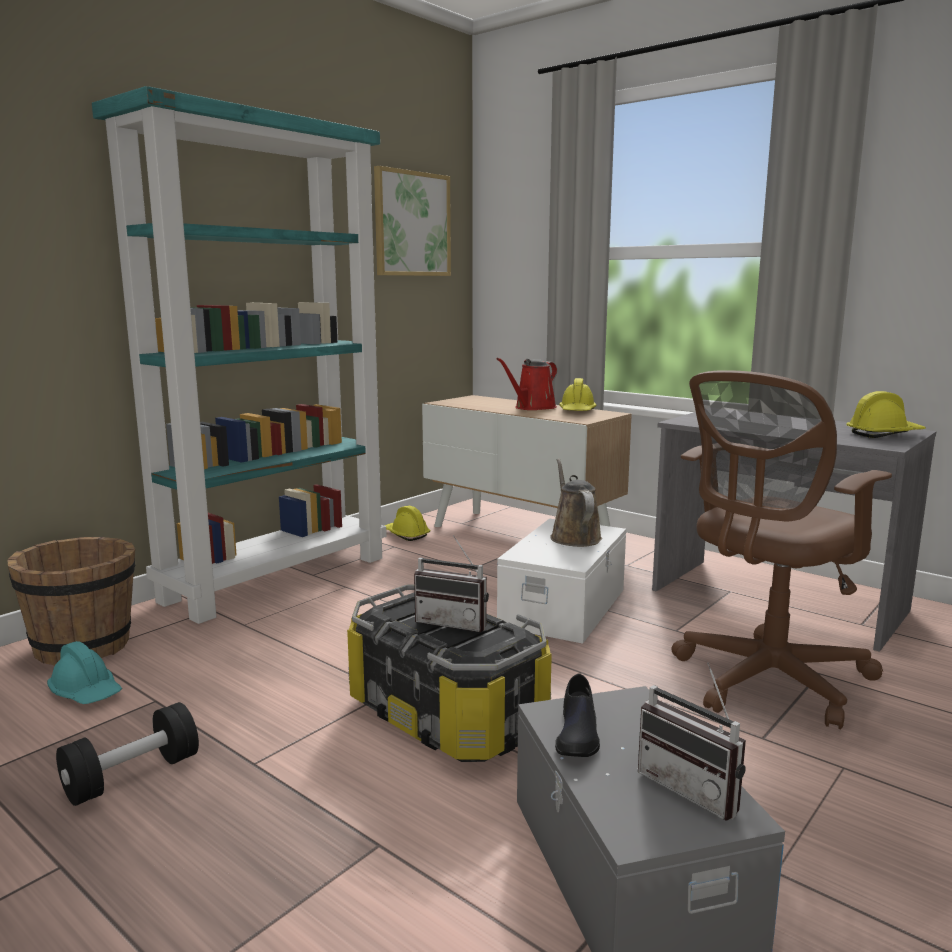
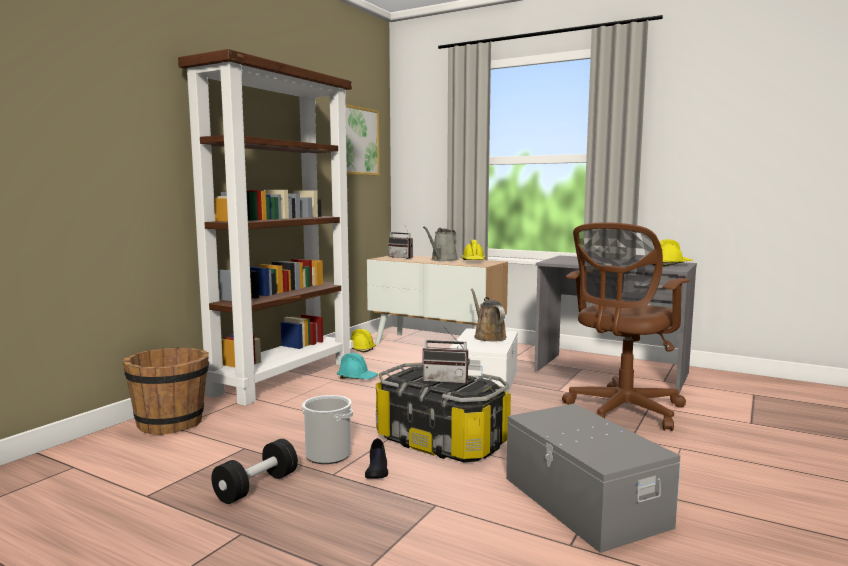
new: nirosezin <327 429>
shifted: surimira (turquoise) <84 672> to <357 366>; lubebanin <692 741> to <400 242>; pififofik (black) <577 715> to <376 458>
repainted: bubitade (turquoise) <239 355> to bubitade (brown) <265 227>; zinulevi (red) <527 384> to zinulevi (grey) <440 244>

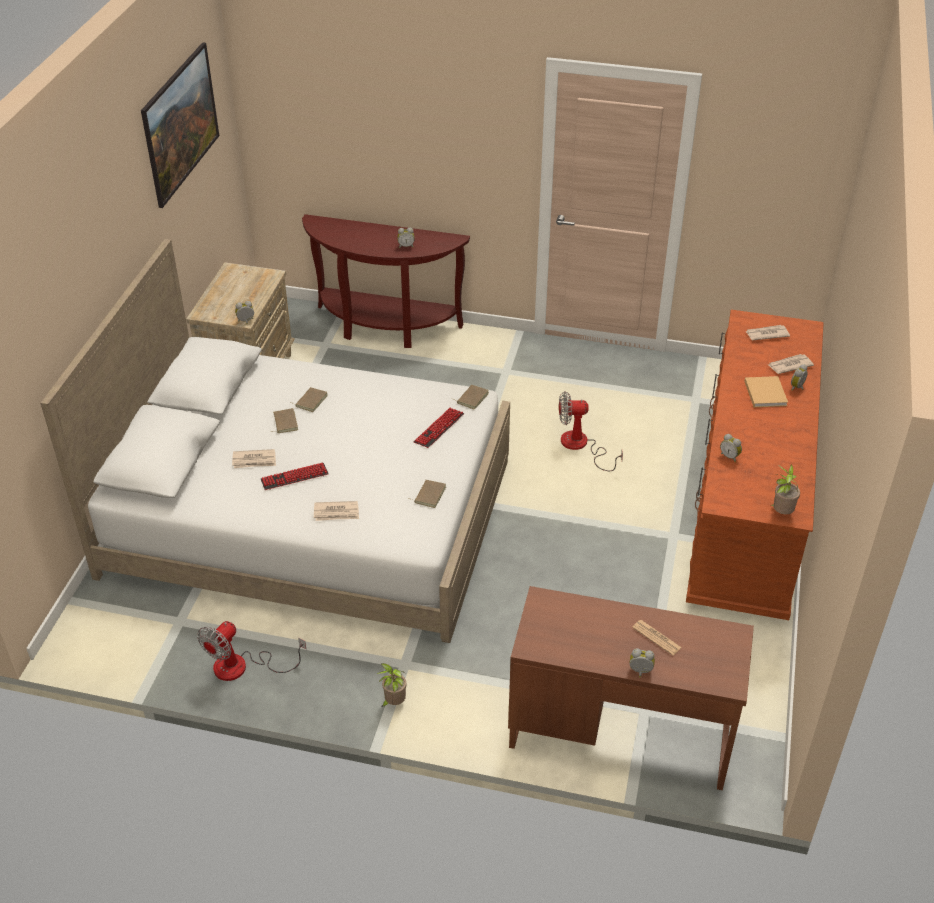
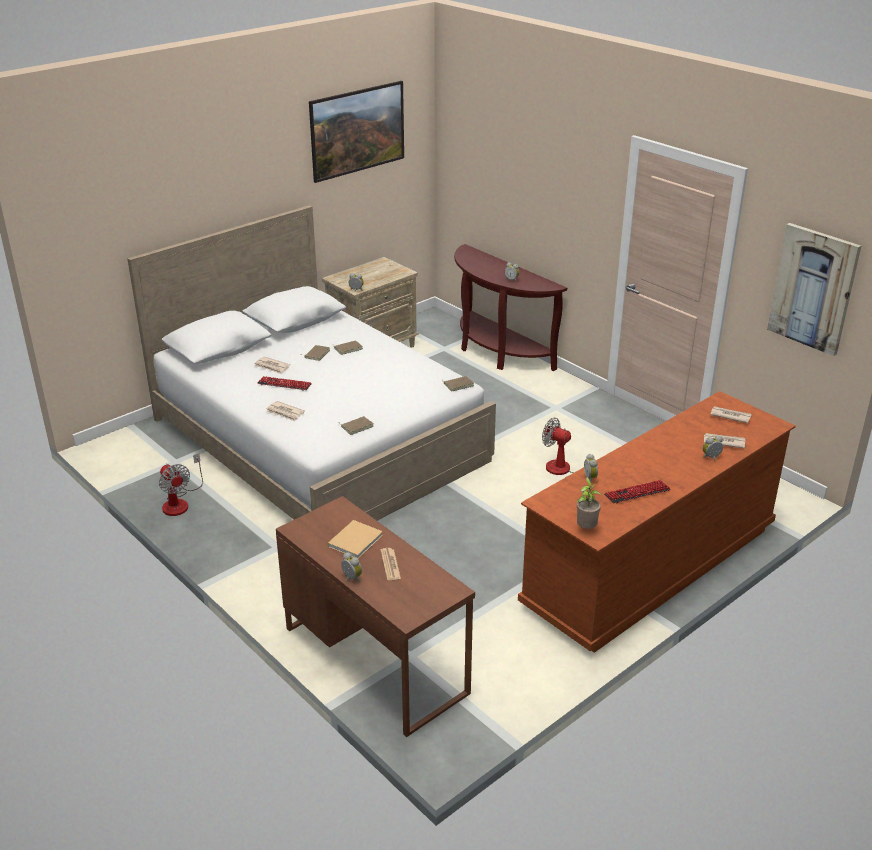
gone: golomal <391 685>
new: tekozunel <814 289>
shifted: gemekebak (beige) <766 391> to <355 539>; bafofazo <438 428> to <637 492>
rotated: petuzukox <251 651> = <181 484> 105 degrees counterclockwise

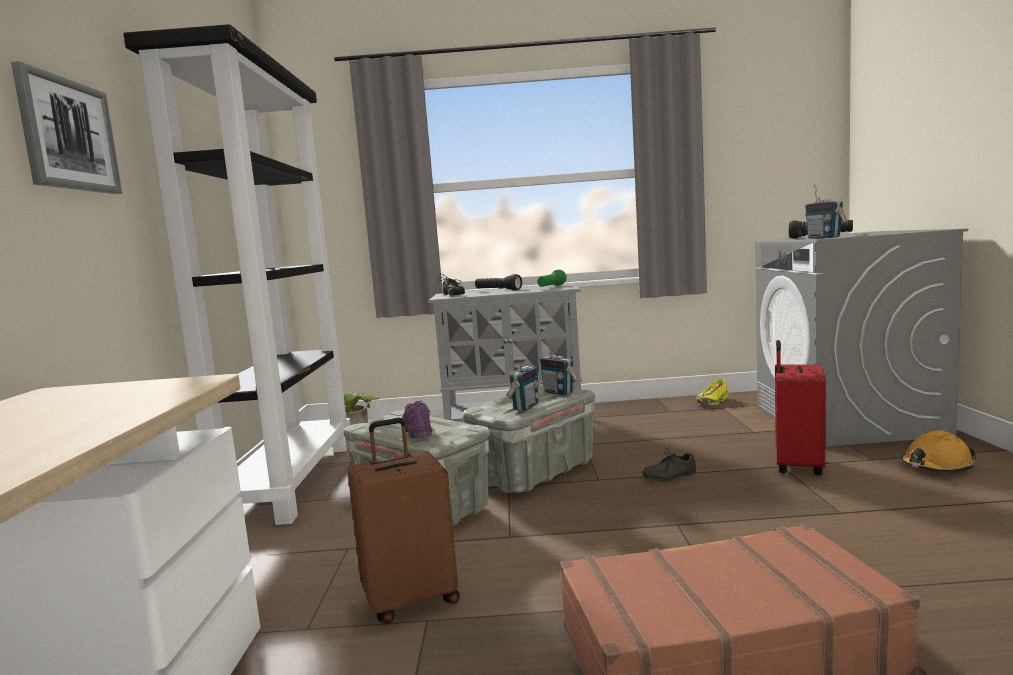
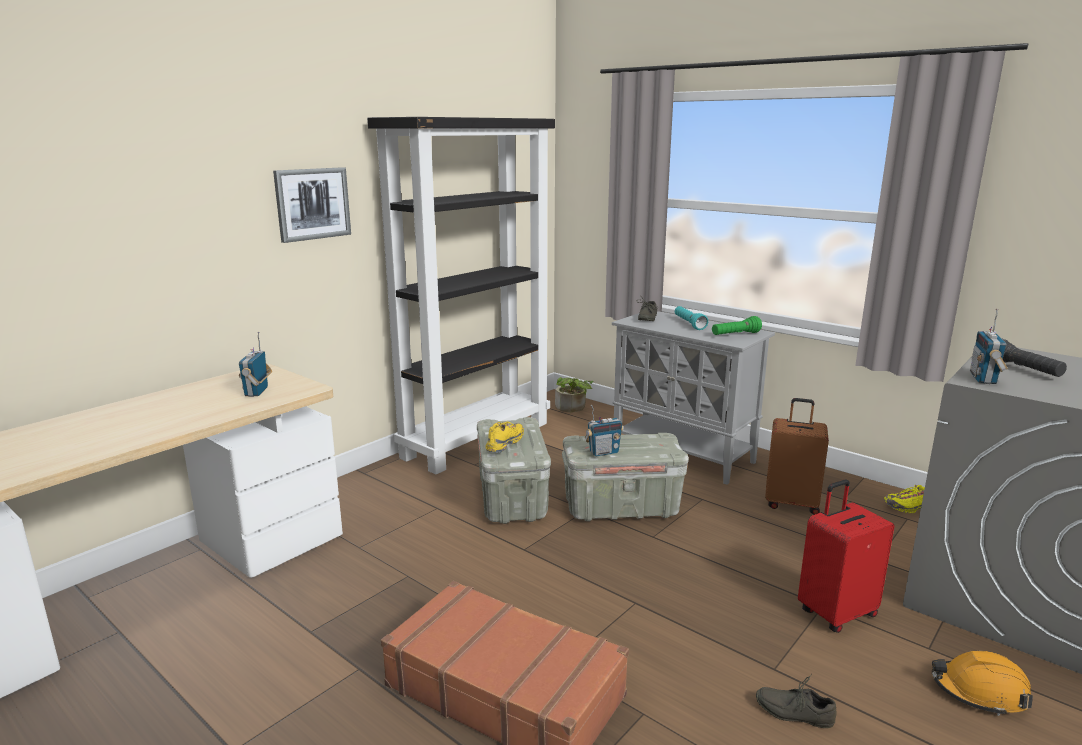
shifted: lubebanin <559 366> to <255 364>; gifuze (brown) <404 520> to <797 456>; pififofik (grey) <669 464> to <796 701>
repainted: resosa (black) <498 282> to resosa (turquoise) <691 318>; pififofik (purple) <417 419> to pififofik (yellow) <504 437>

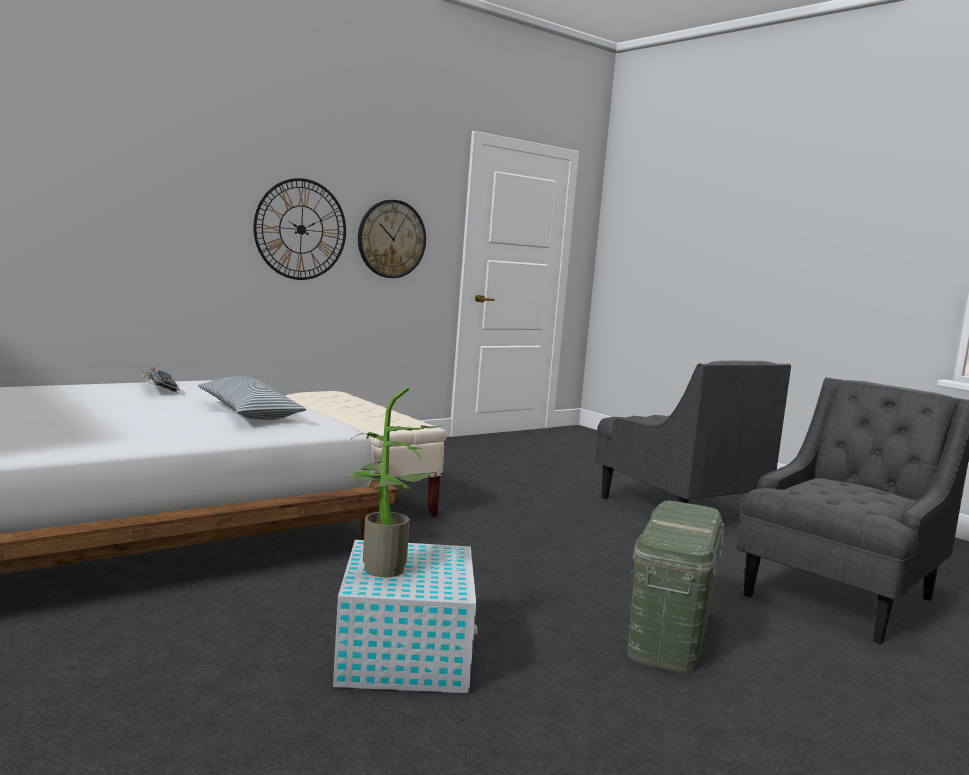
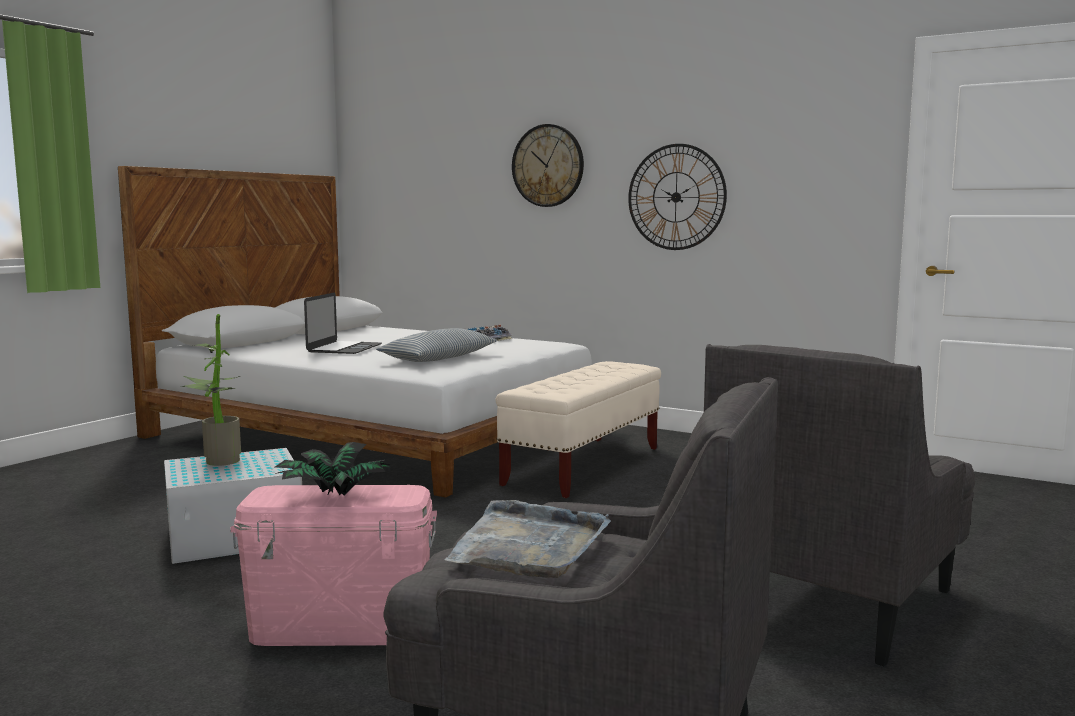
new: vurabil <343 323>; golomal <334 469>; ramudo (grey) <528 539>
shifted: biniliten <392 239> to <548 165>
repainted: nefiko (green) <675 587> to nefiko (pink) <333 565>

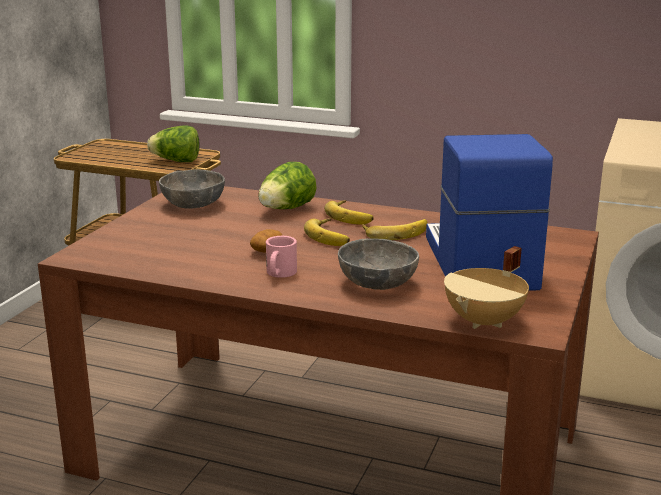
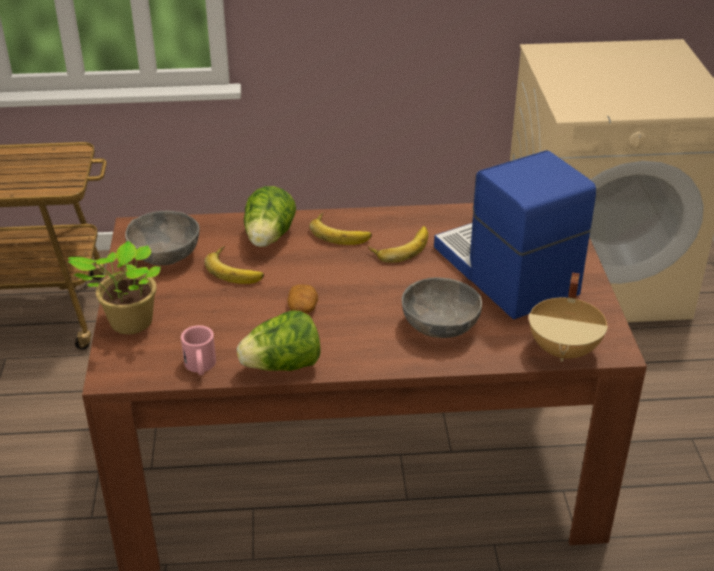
new: golomal <114 287>
shifted: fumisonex <173 144> to <279 341>; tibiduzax <327 232> to <234 265>; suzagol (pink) <281 257> to <198 350>

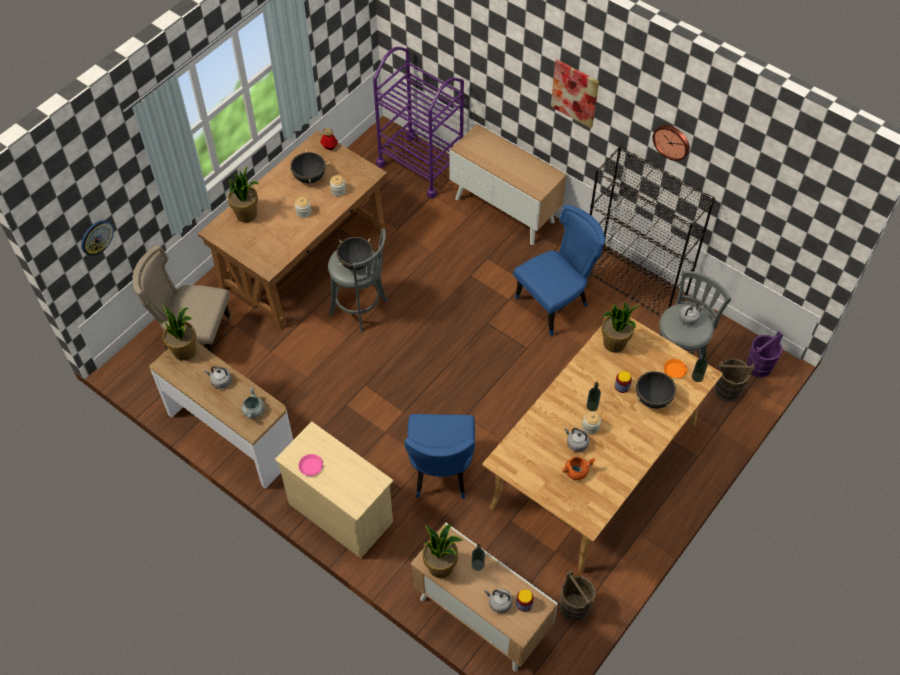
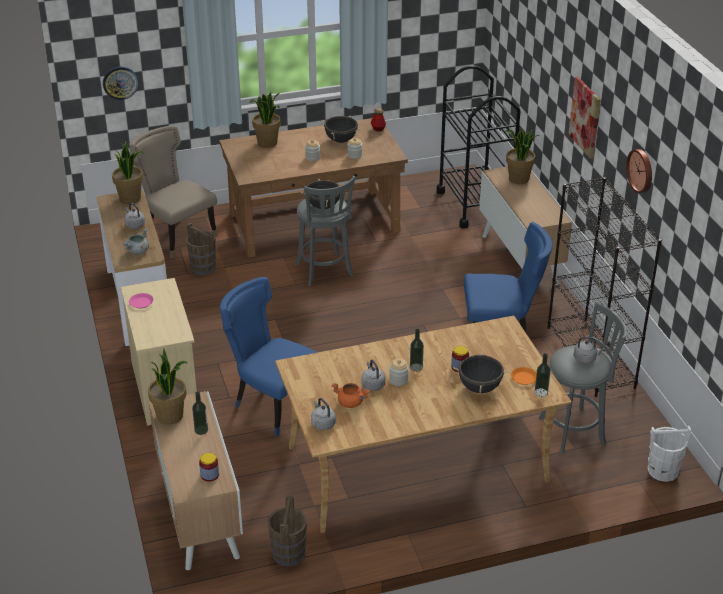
shifted: golomal <620 327> to <521 156>; nirosezin (brown) <735 380> to <201 249>; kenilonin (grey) <498 601> to <323 414>
repainted: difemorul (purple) <418 123> to difemorul (black) <478 147>; nirosezin (purple) <765 354> to nirosezin (white) <669 454>
rotated: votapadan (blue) <440 456> = <269 356> 90 degrees clockwise

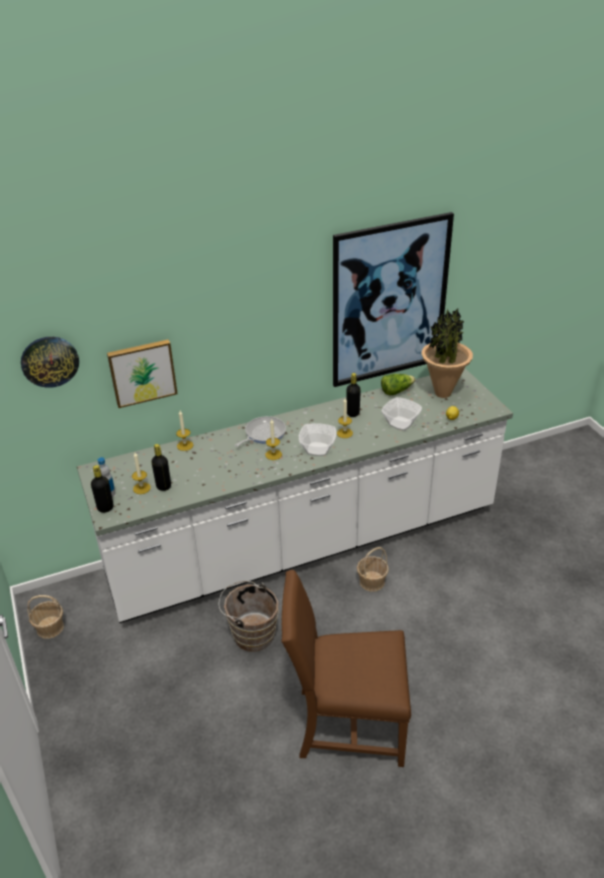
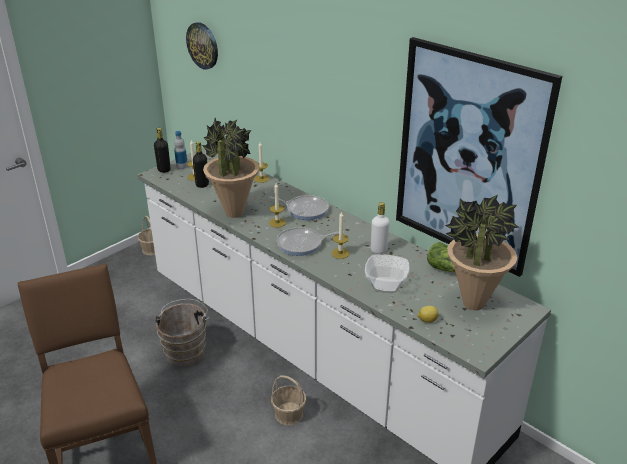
gone: tekozunel <142 374>
new: golomal <230 168>
swapped: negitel <317 439> to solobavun <308 241>
repainted: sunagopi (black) <353 395> to sunagopi (white) <380 228>

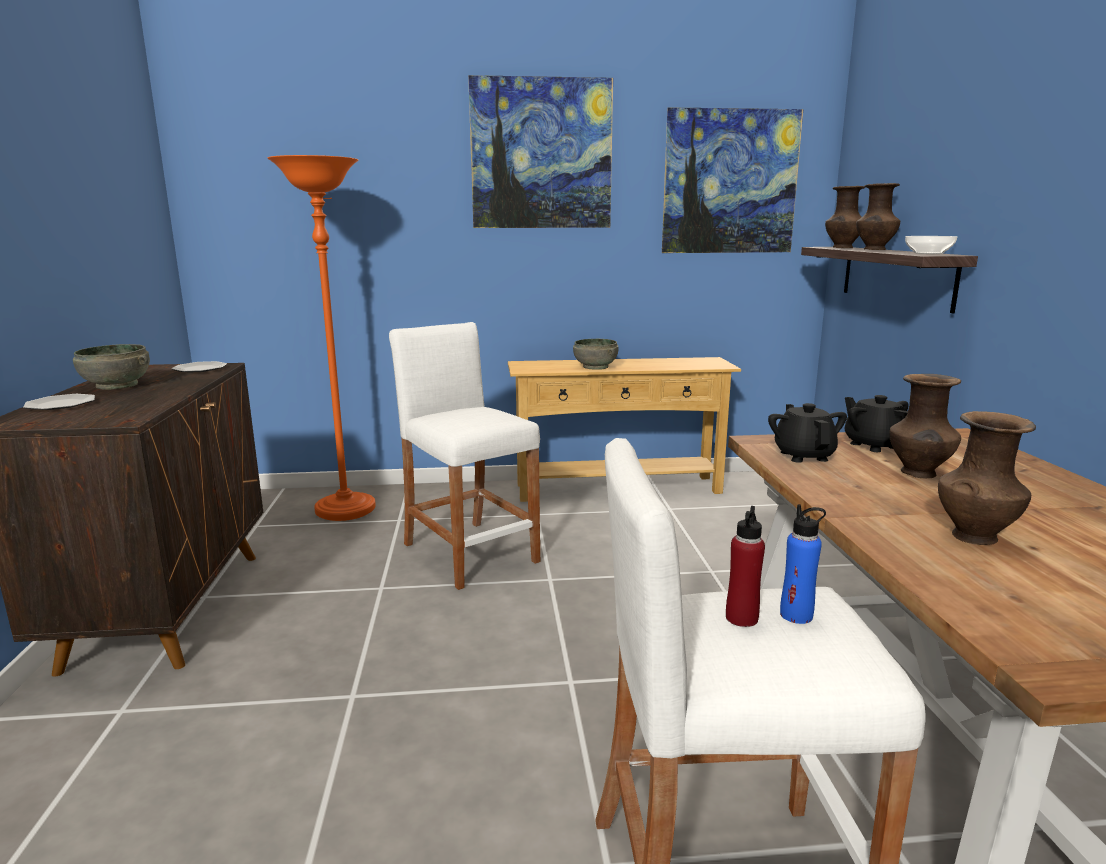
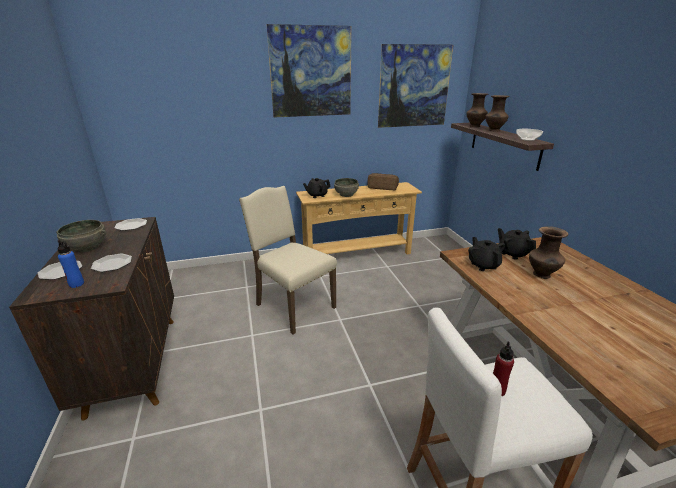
gone: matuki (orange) <322 338>; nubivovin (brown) <987 478>
new: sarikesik <383 181>; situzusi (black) <316 188>; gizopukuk <111 262>
shifted: sunagopi (blue) <803 564> to <70 264>
swapped: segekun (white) <464 456> to votapadan (beige) <288 260>

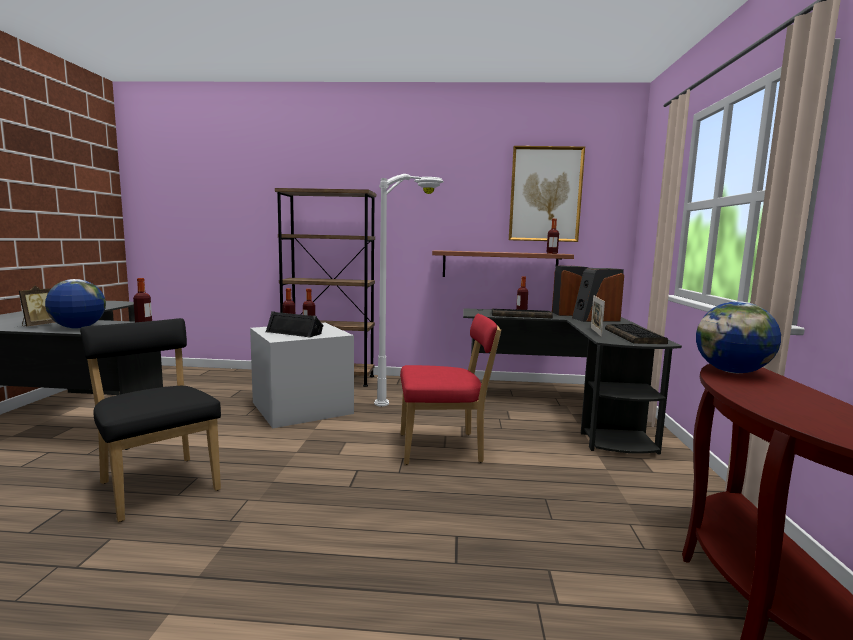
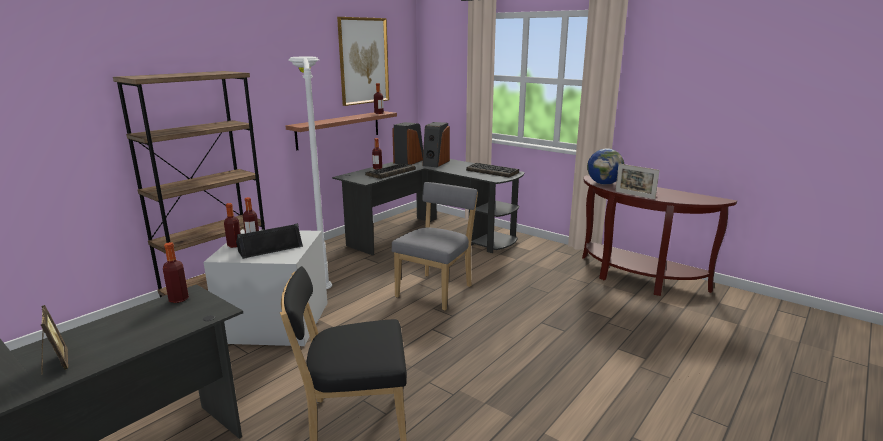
gone: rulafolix <75 304>
shifted: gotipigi <598 316> to <637 181>
repainted: votapadan (red) <451 389> to votapadan (grey) <435 246>

